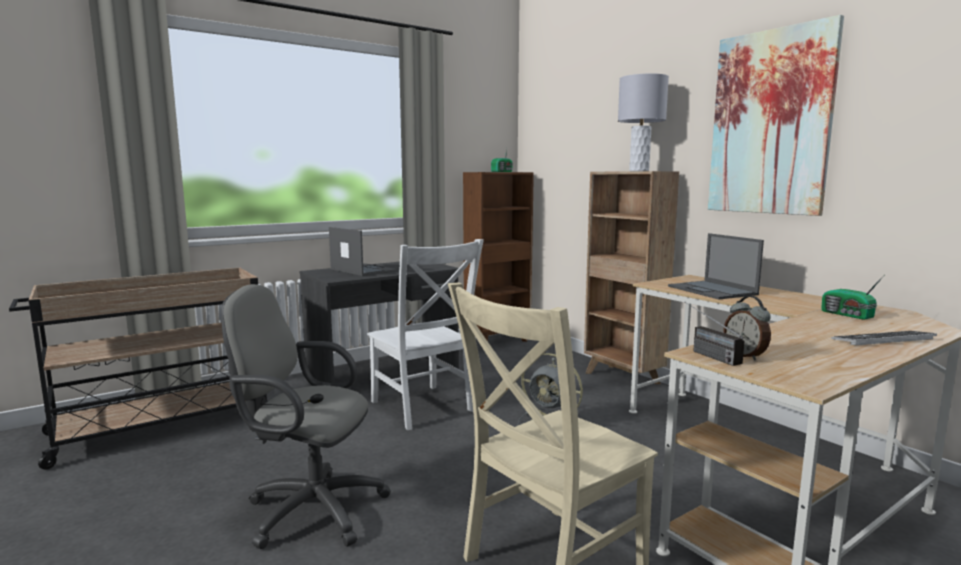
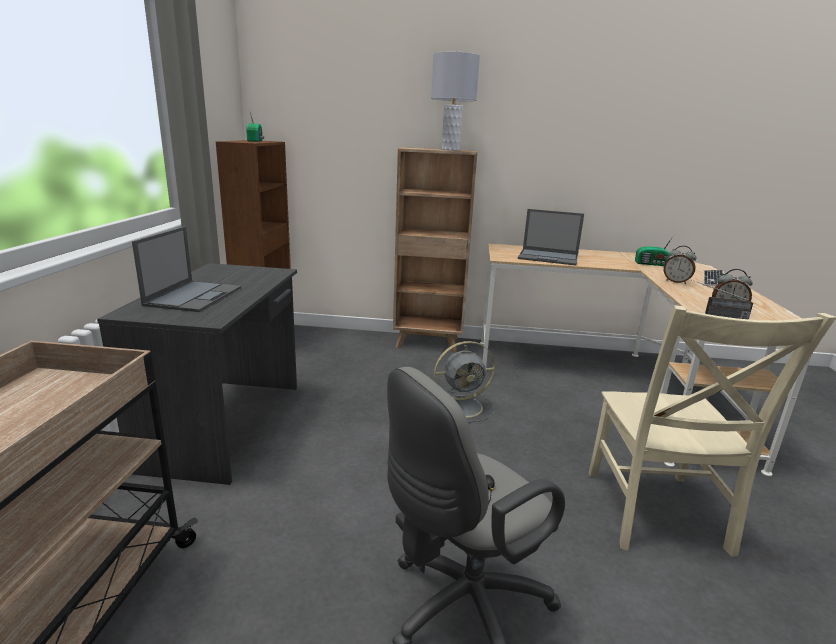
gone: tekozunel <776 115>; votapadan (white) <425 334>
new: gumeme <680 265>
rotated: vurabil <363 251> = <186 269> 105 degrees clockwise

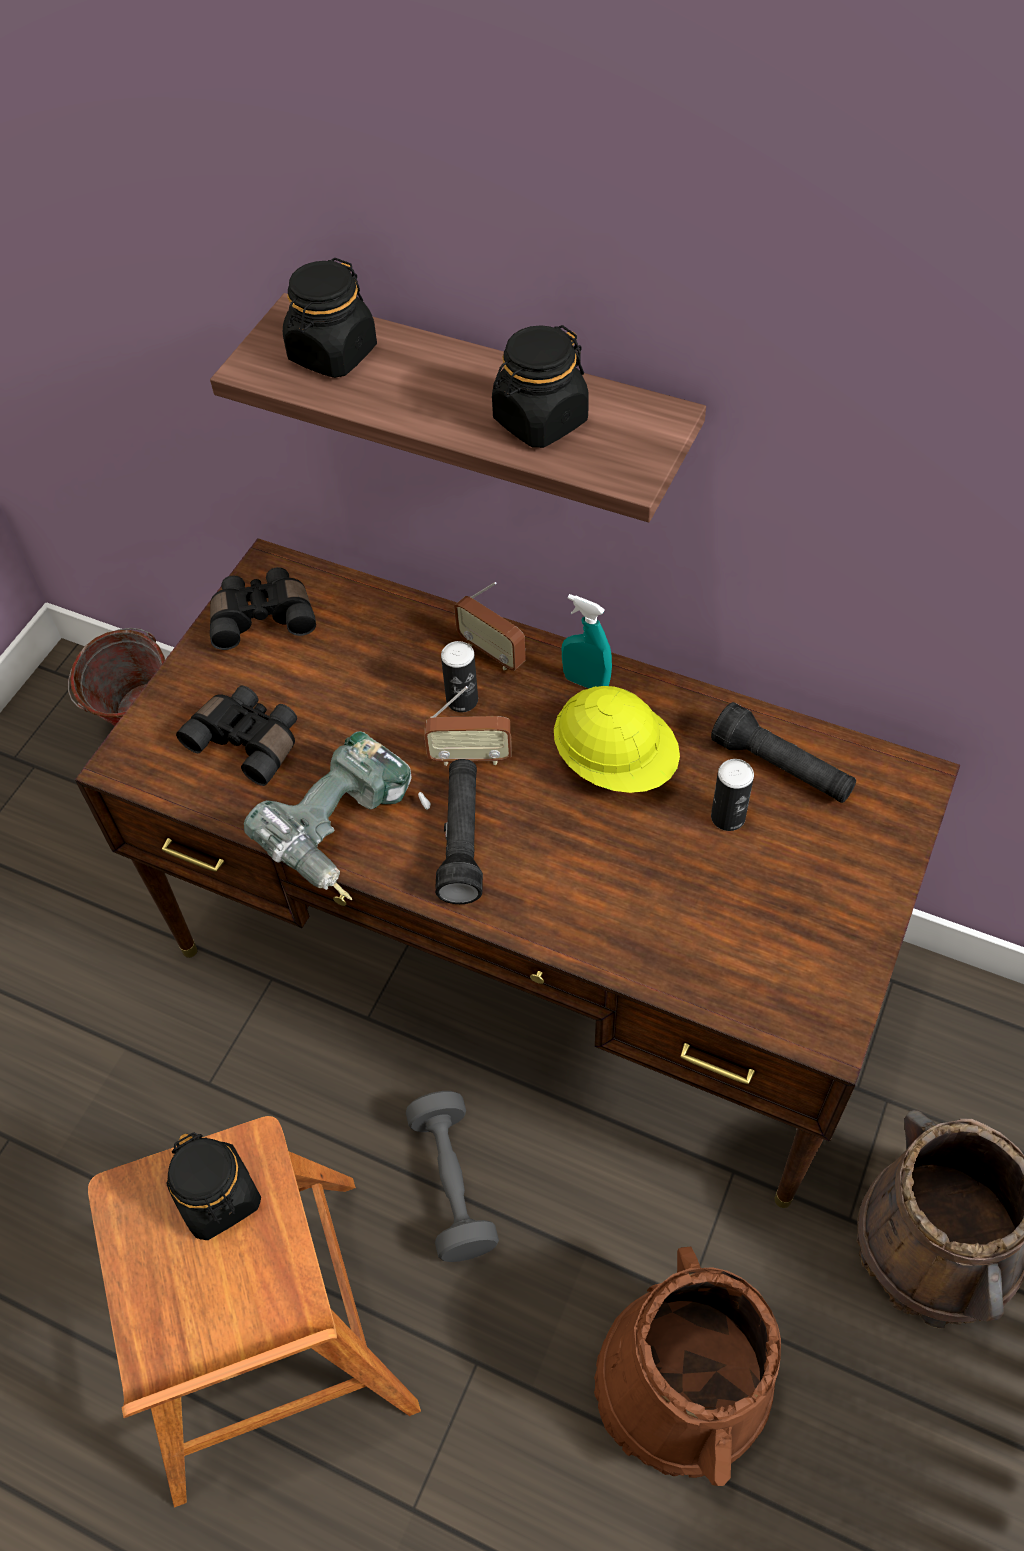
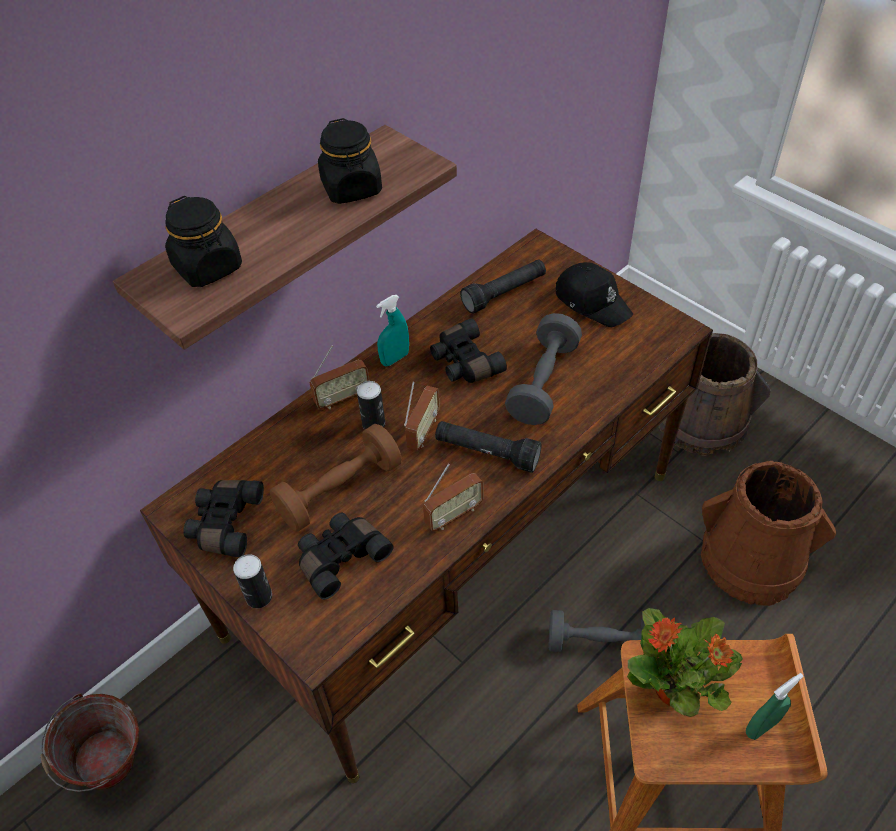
new: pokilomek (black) <594 294>; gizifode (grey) <543 369>; gizifode (brown) <336 478>; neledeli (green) <775 706>
shifted: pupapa <732 795> to <252 581>
swapped: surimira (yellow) <617 739> to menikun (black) <468 350>; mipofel <337 815> to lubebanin <453 498>; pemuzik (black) <213 1186> to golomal <685 662>

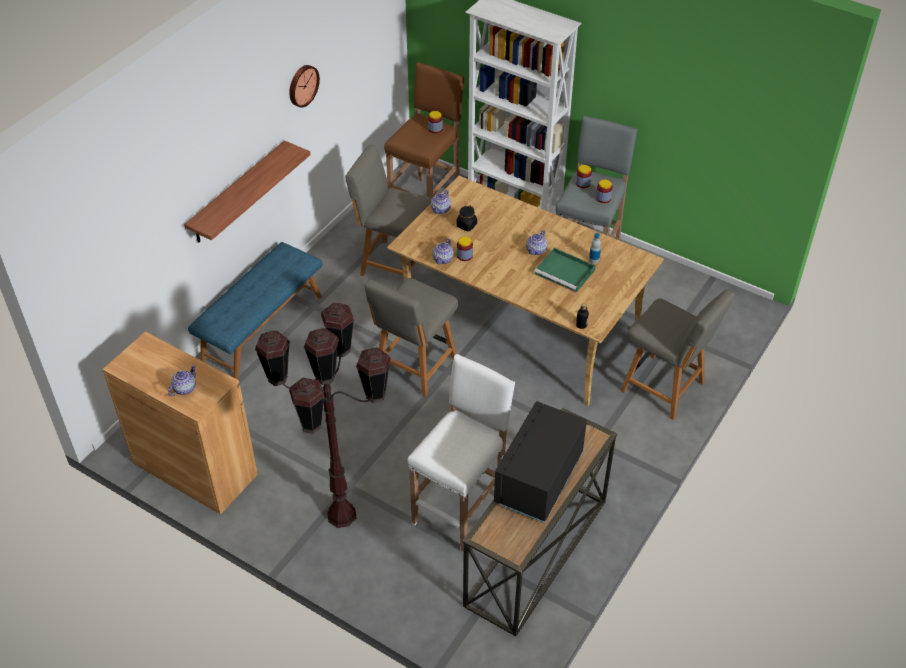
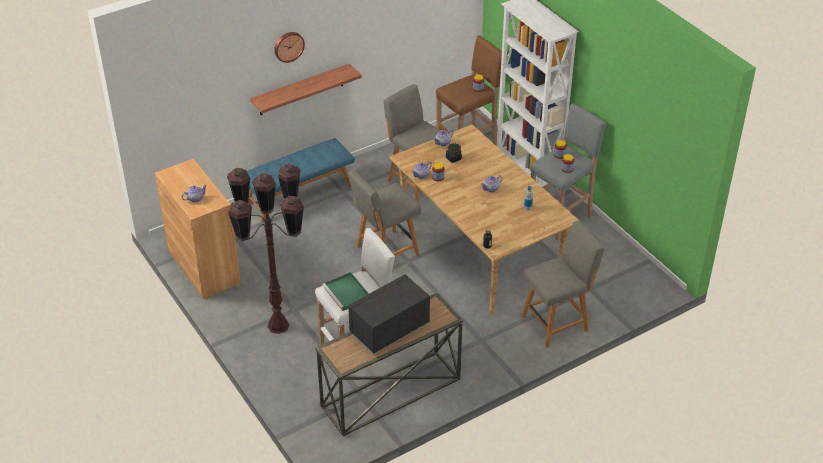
shifted: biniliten <304 86> to <289 47>; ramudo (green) <564 270> to <346 291>
rotated: votapadan (grey) <678 355> = <562 284> 90 degrees counterclockwise

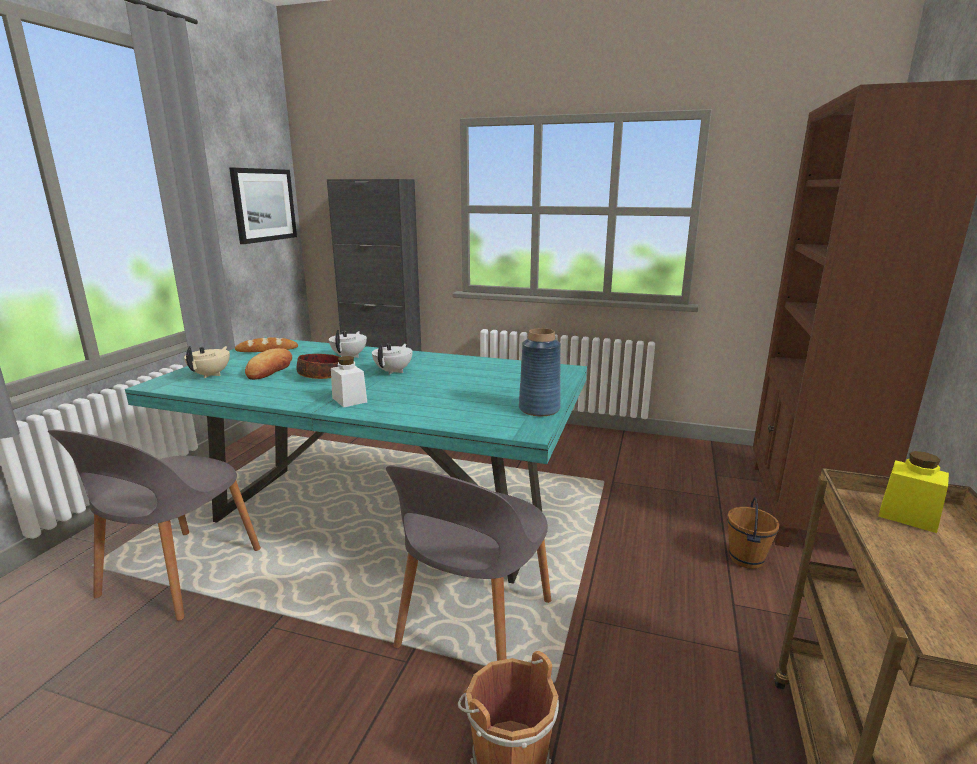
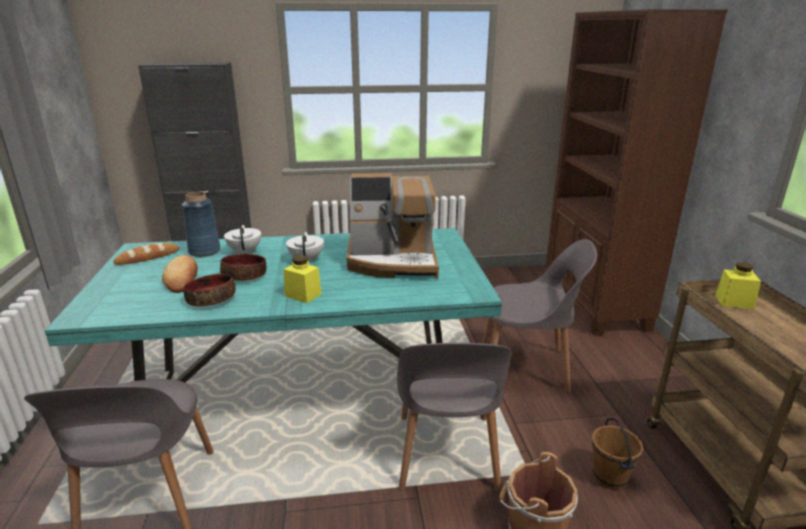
gone: tekozunel <263 206>; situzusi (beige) <207 362>
new: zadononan <393 226>; votapadan (grey) <539 316>; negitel <209 290>
shifted: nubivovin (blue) <540 372> to <201 224>; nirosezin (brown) <753 533> to <617 454>
repainted: pemuzik (white) <349 381> to pemuzik (yellow) <303 279>

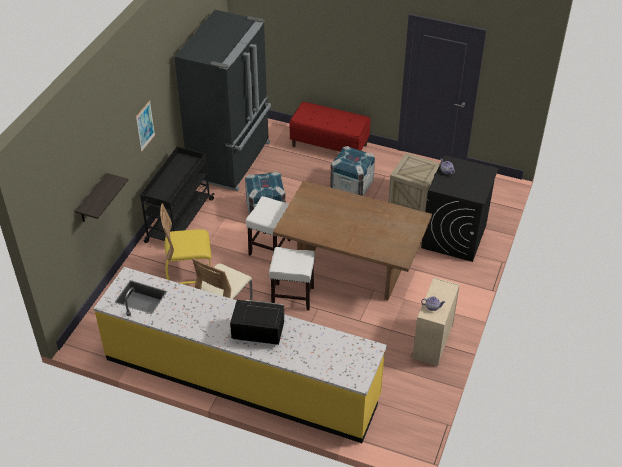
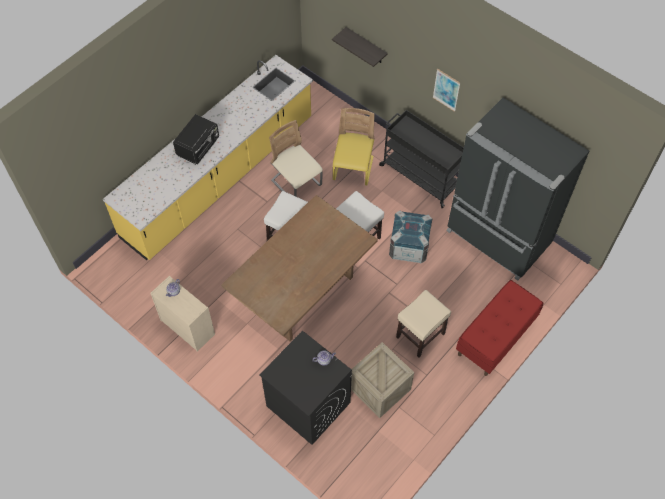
swapped: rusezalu <352 171> to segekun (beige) <423 323>

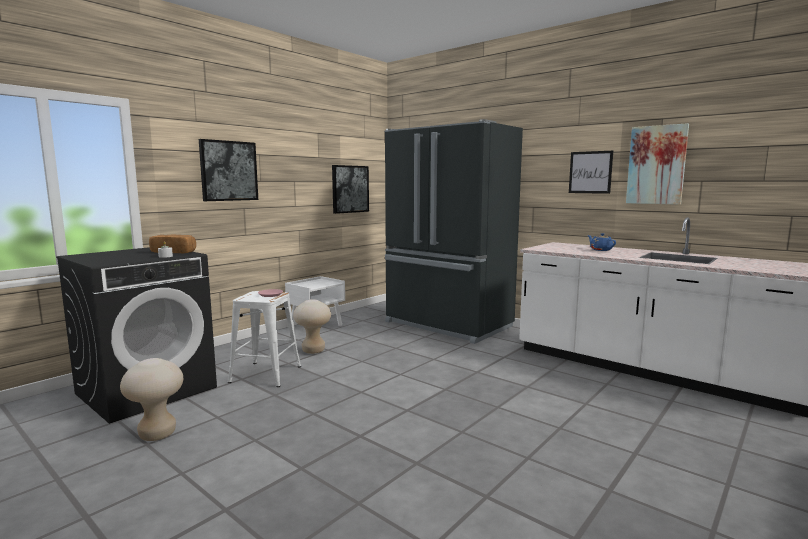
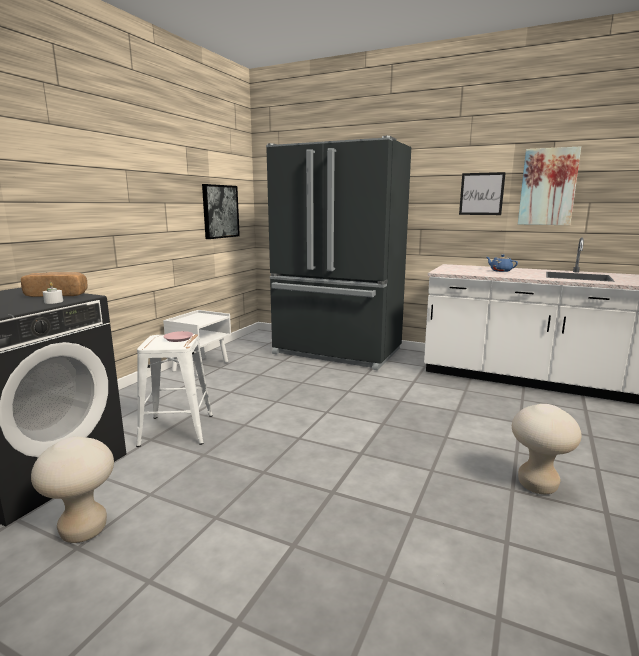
gone: tekozunel <228 170>
shifted: segekun (beige) <312 326> to <547 449>

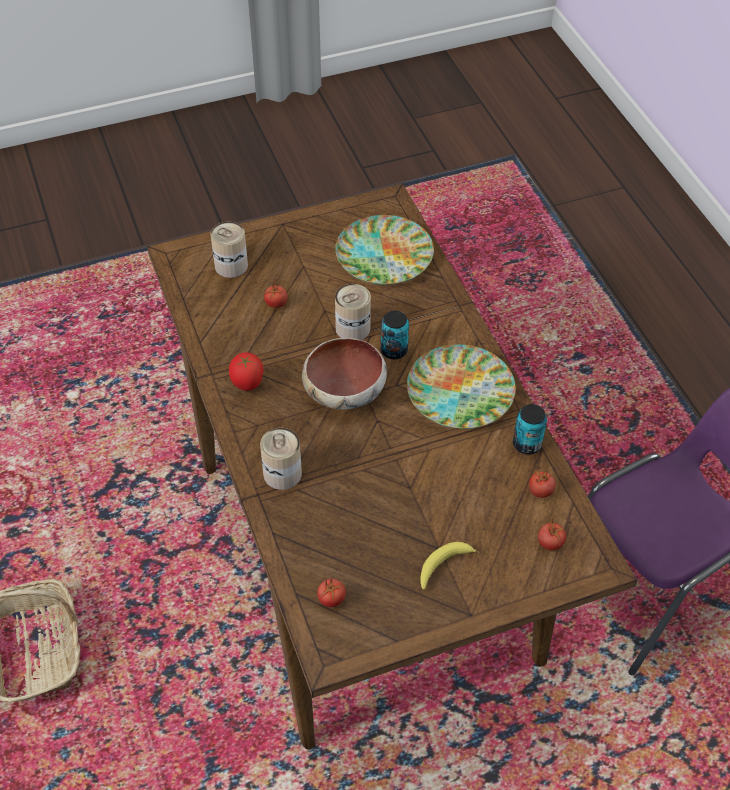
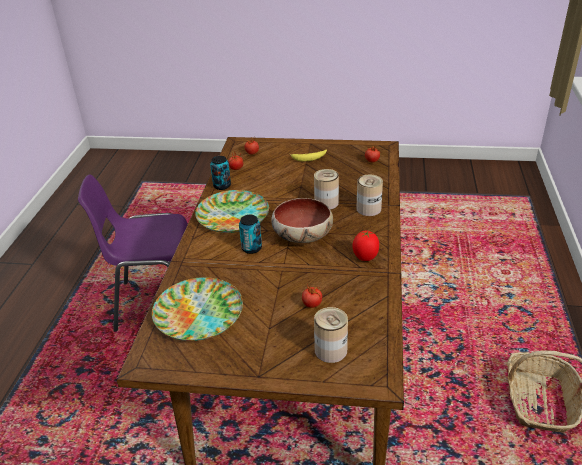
shifted: pupapa <353 312> to <326 189>

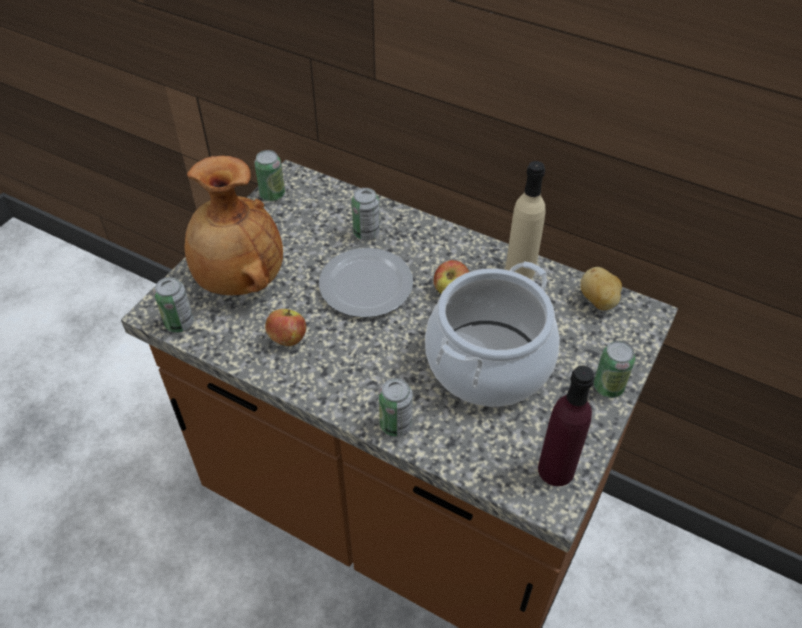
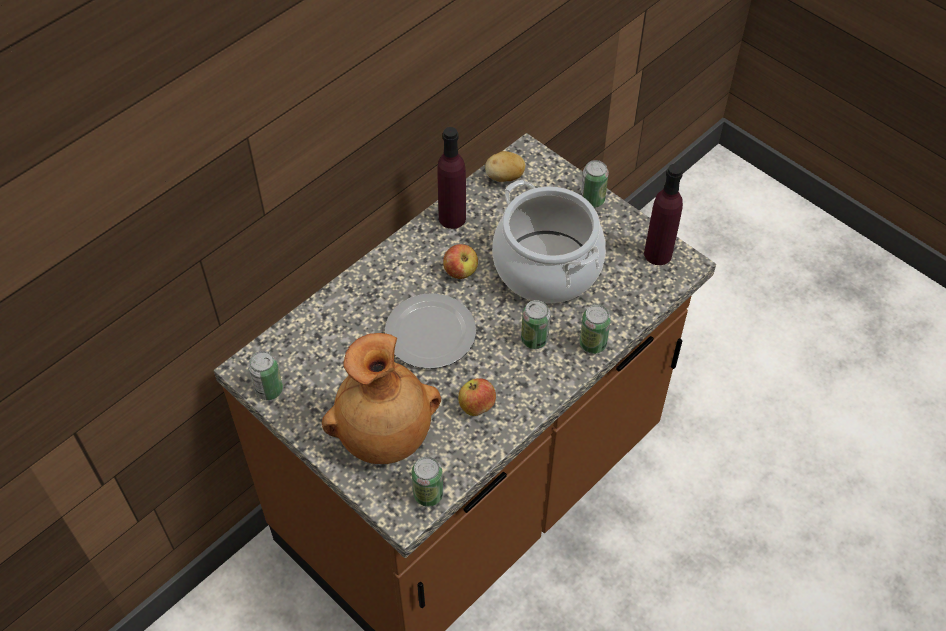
shifted: pupapa <365 214> to <536 324>
repainted: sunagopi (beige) <525 220> to sunagopi (purple) <451 178>

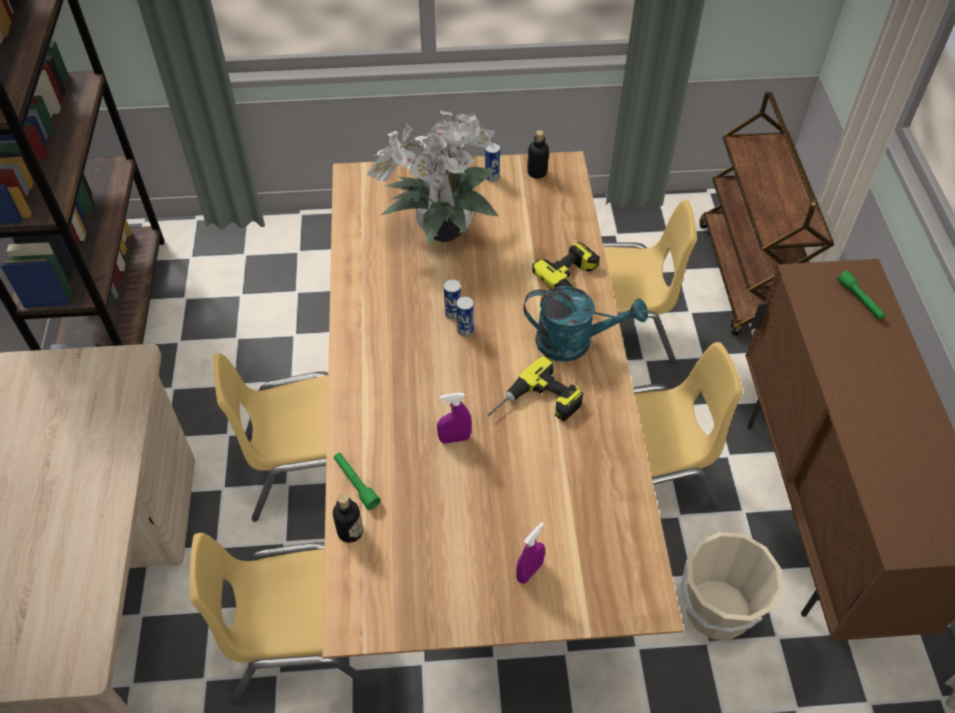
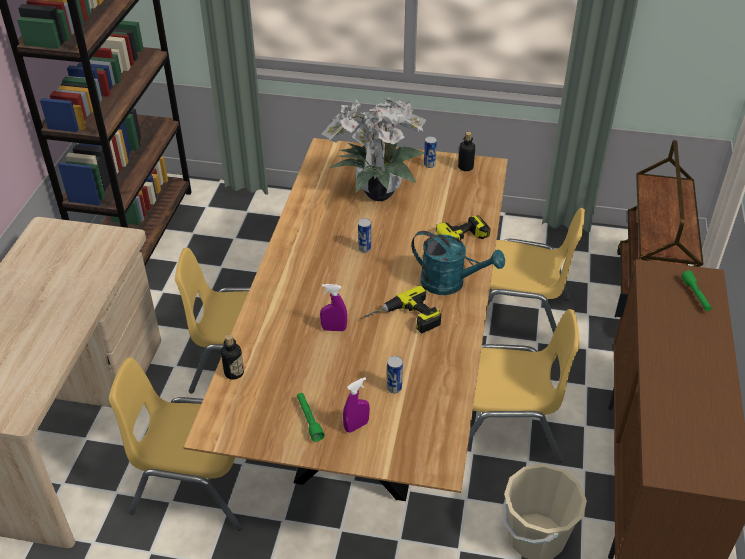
shifted: pupapa <465 316> to <395 374>; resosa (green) <357 481> to <311 417>

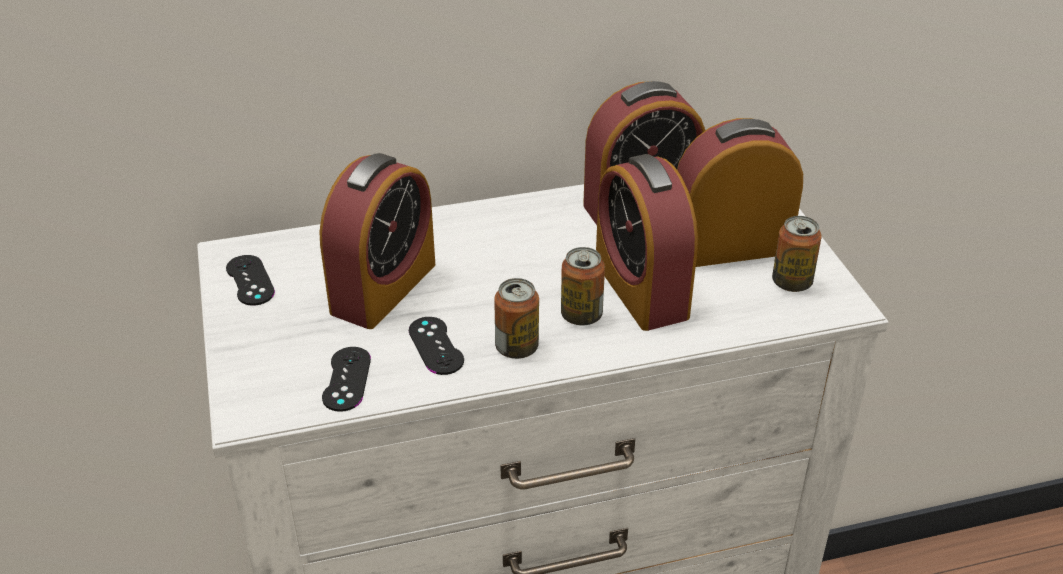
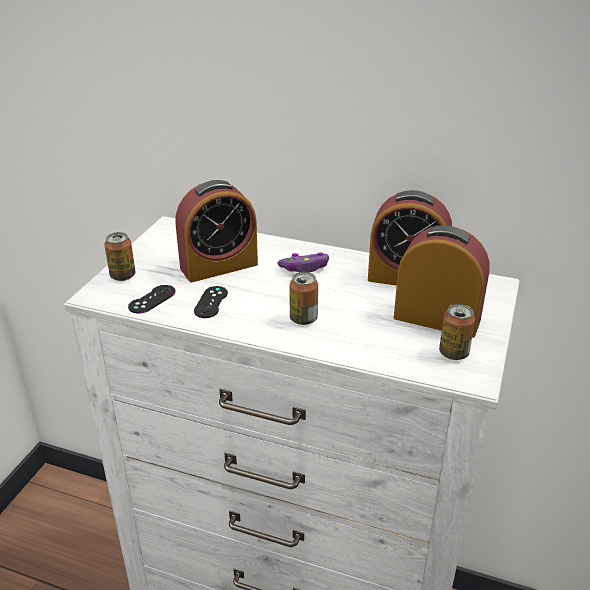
gone: gumeme <647 242>; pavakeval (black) <250 280>
new: pavakeval (purple) <303 262>
shifted: pupapa <516 318> to <119 256>

